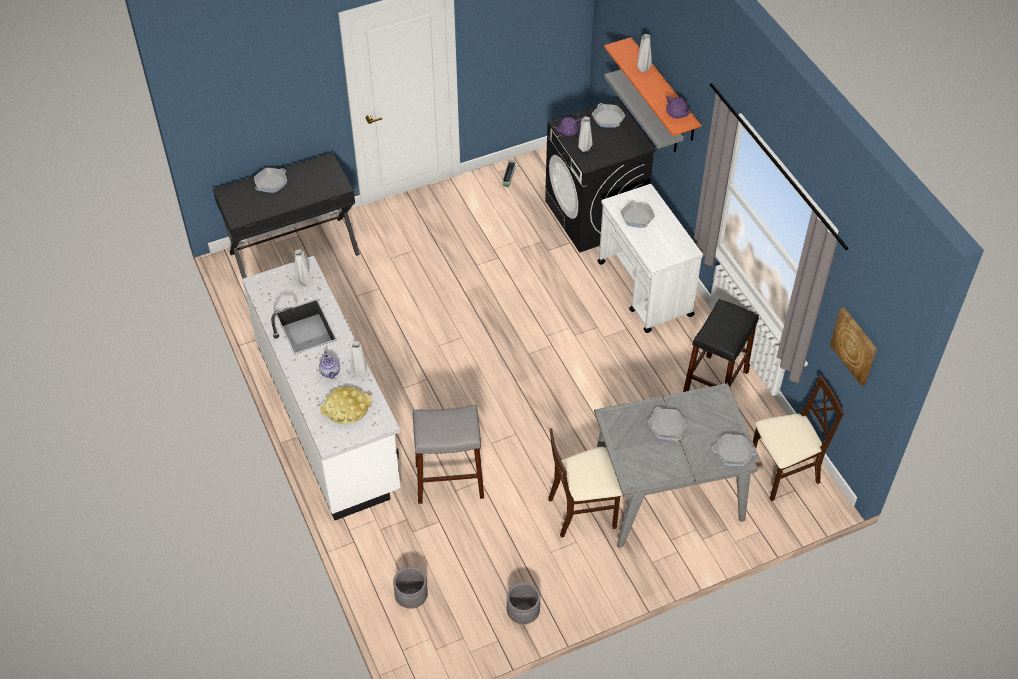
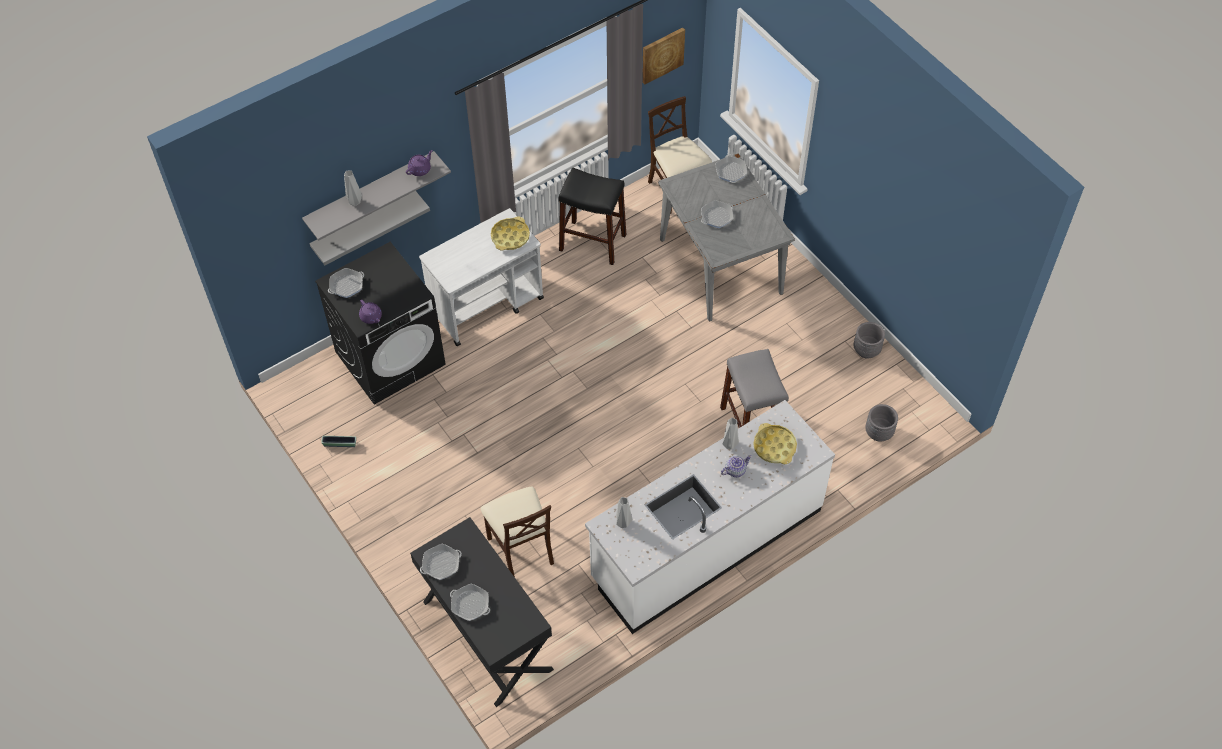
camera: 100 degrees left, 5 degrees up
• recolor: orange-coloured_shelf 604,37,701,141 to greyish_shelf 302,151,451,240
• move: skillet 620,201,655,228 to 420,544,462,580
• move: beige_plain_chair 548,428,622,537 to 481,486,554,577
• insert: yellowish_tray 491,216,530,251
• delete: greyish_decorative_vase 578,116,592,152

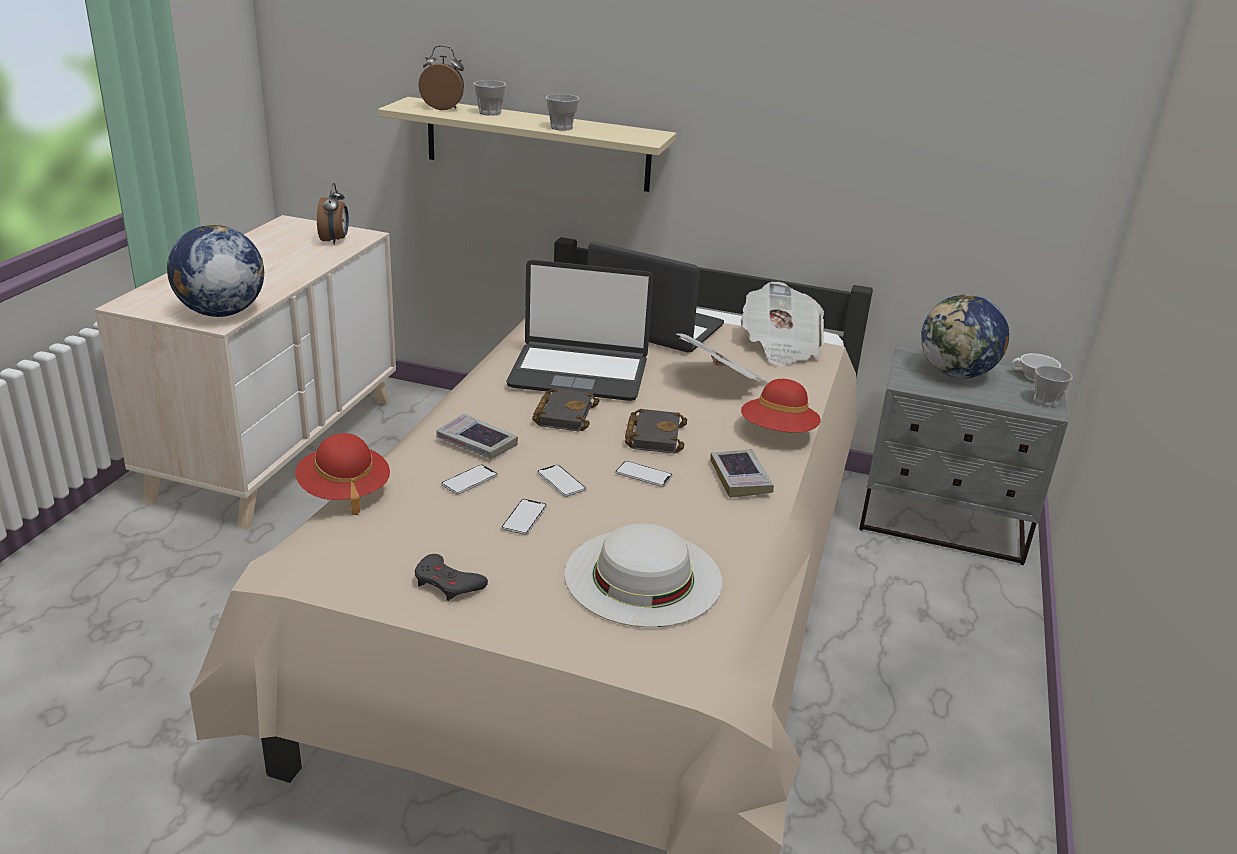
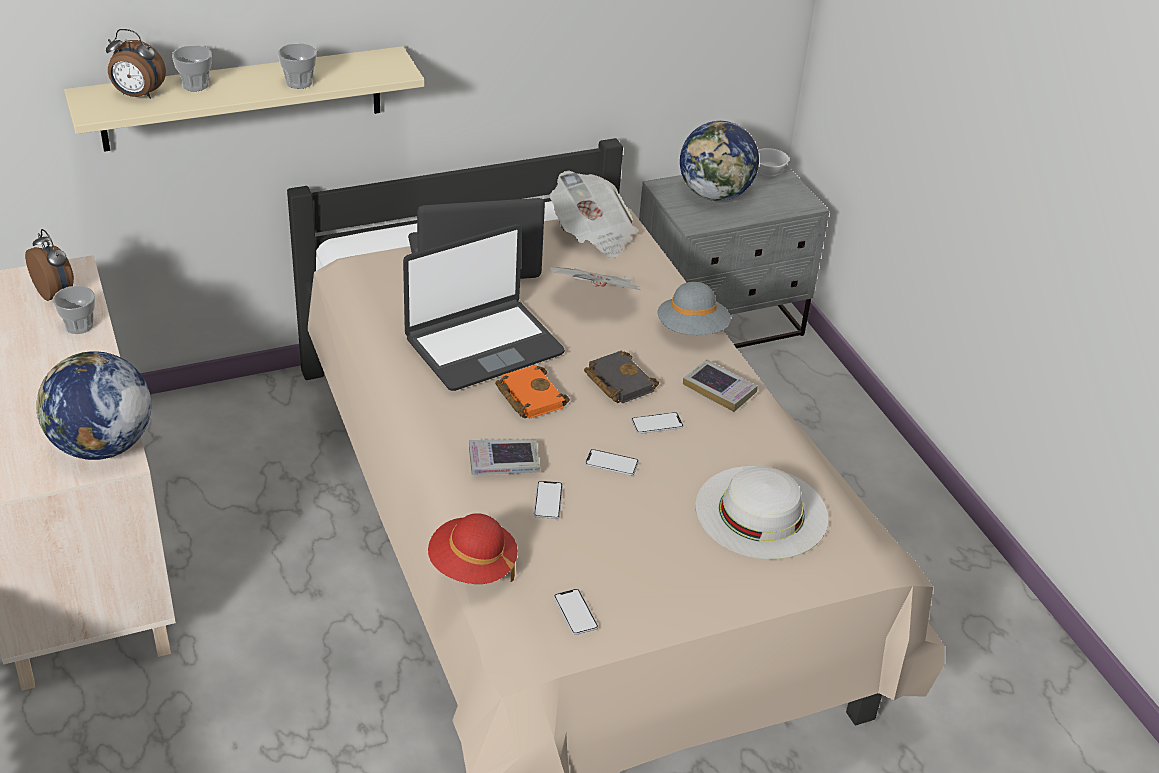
camera: 40 degrees left, 10 degrees up
• move: cup 1033,366,1073,407 to 53,286,95,334
• rotate: table_clock 418,45,464,110 = 106,29,166,99 135 degrees counterclockwise
• recolor: black_volume 532,388,600,432 to orange-coloured_volume 495,365,570,419
• move: phone 501,499,547,535 to 554,589,598,635
• recolor: reddish_clothing_hat 741,379,821,433 to greyish_clothing_hat 658,282,731,335
• delete: greyish_game_controller 415,554,488,601

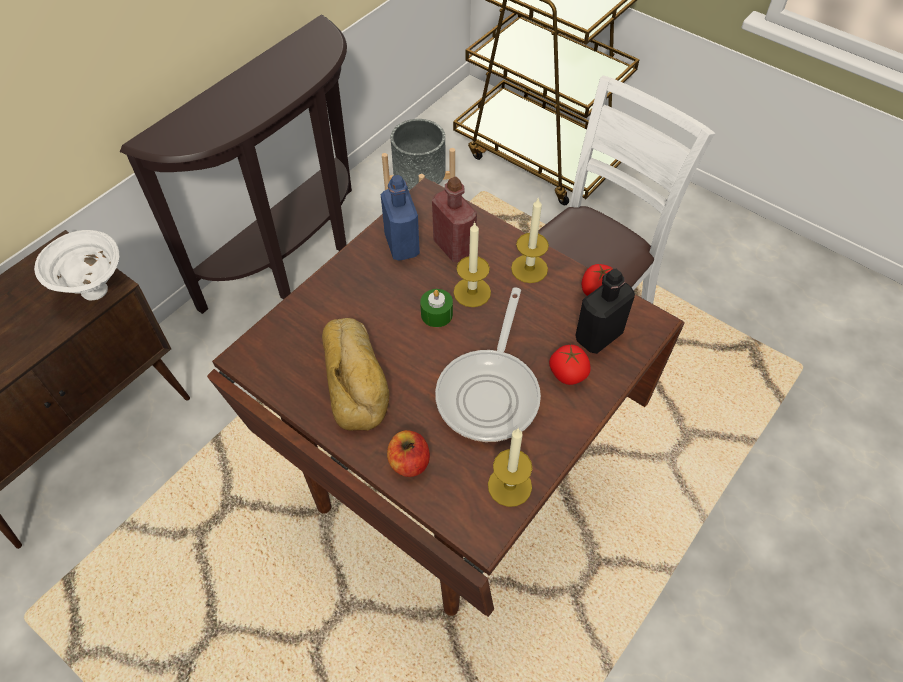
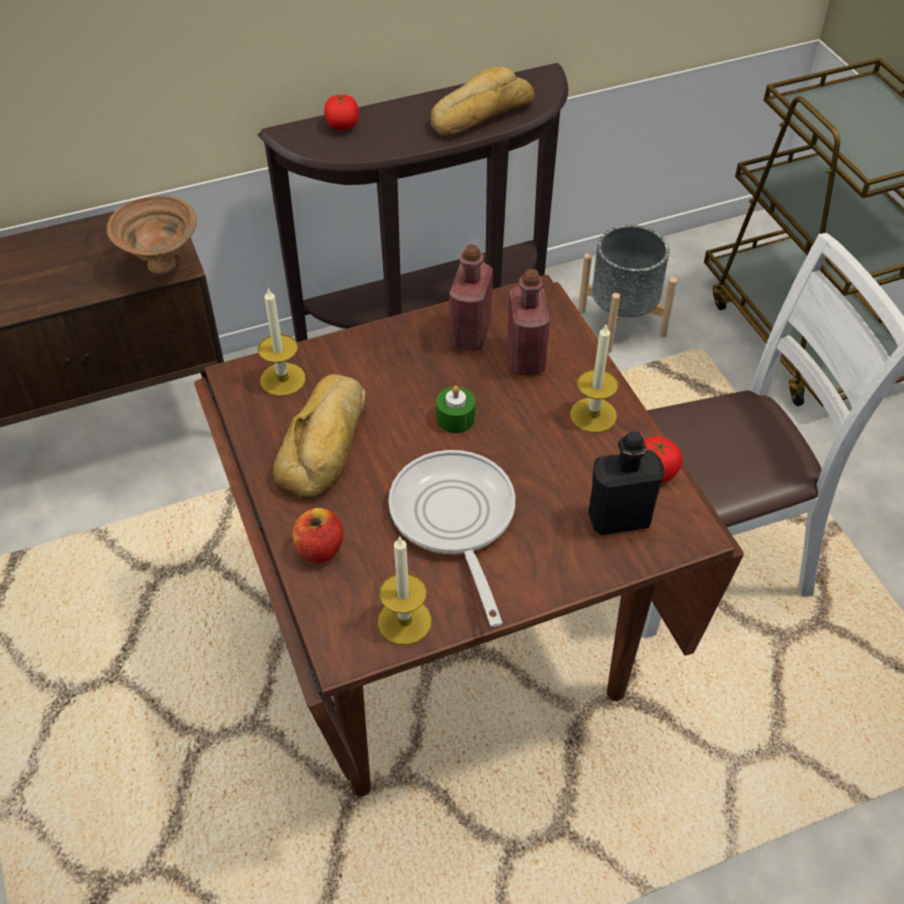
camera: 30 degrees right, 5 degrees down
• recolor: whitish_serving_bowl 34,230,119,301 to brown-coloured_serving_bowl 107,196,197,274
• move: wax_candle 453,222,491,307 to 258,287,305,396
• move: whole_tomato 549,345,591,385 to 324,94,359,130
• rotate: skillet 435,287,541,442 = 389,450,515,627 120 degrees clockwise
• insert: bread 431,67,535,137
• recolor: bluish_bottle 381,175,420,260 to reddish_bottle 449,244,493,351

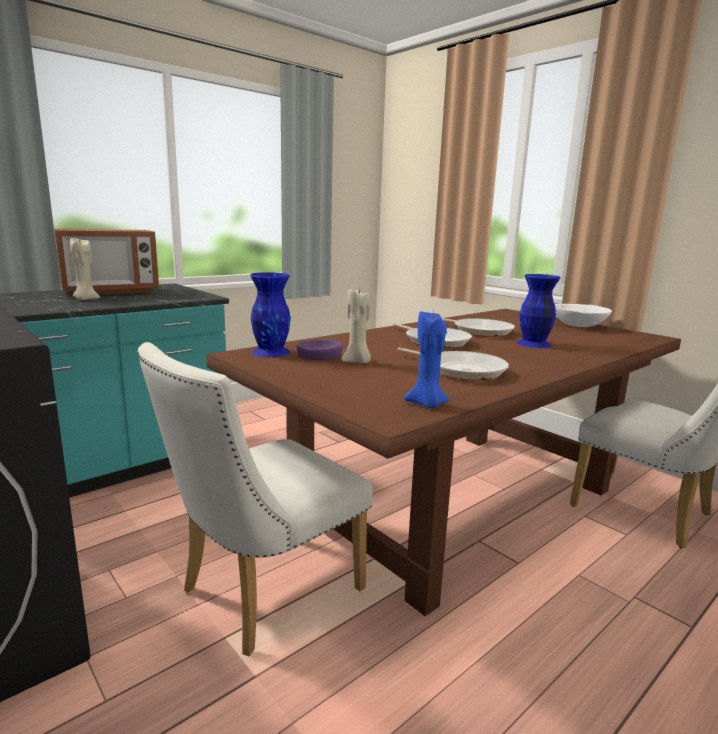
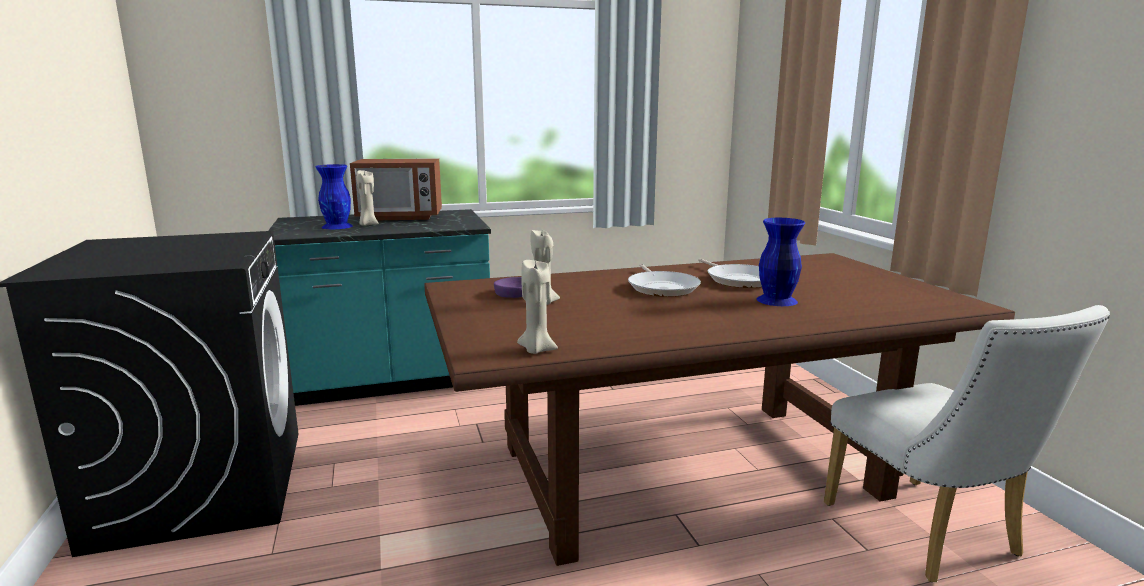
camera: 25 degrees right, 0 degrees up
• move: bluish_decorative_vase 250,272,291,357 to 316,164,353,229
• recolor: bluish_wax_candle 404,311,449,408 to beige_wax_candle 517,260,558,354
• delete: whitish_plain_chair 137,342,373,656
• delete: skillet 397,348,509,380
• delete: whitish_serving_bowl 555,304,612,327

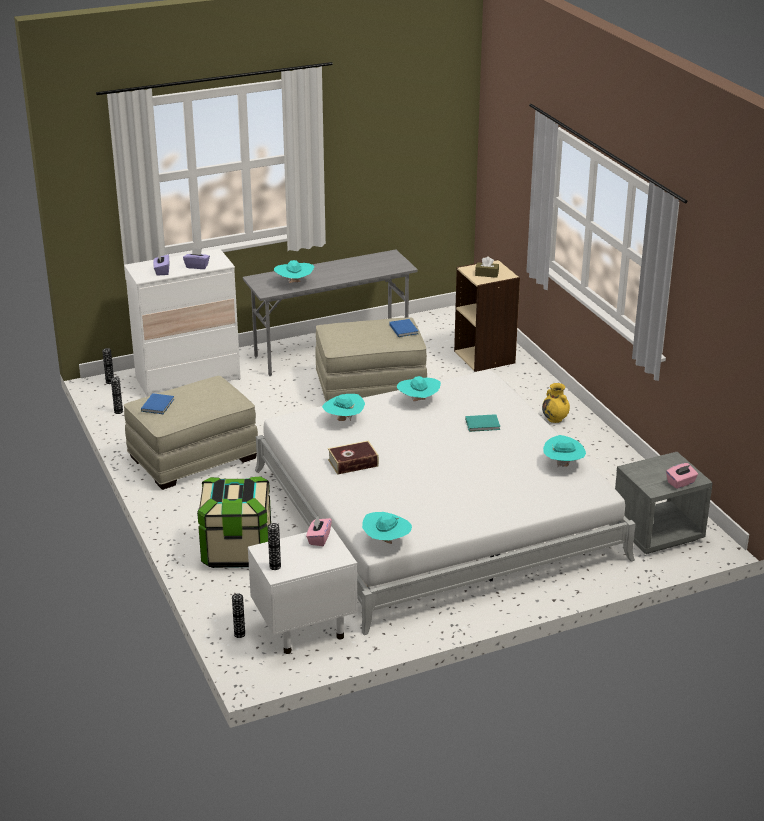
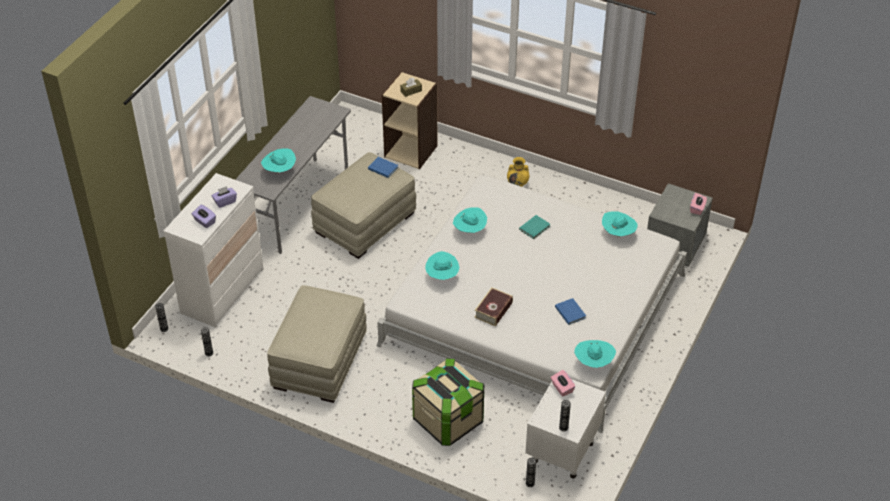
camera: 40 degrees left, 15 degrees up
• move: bluish_volume 141,393,174,414 to 555,298,586,325

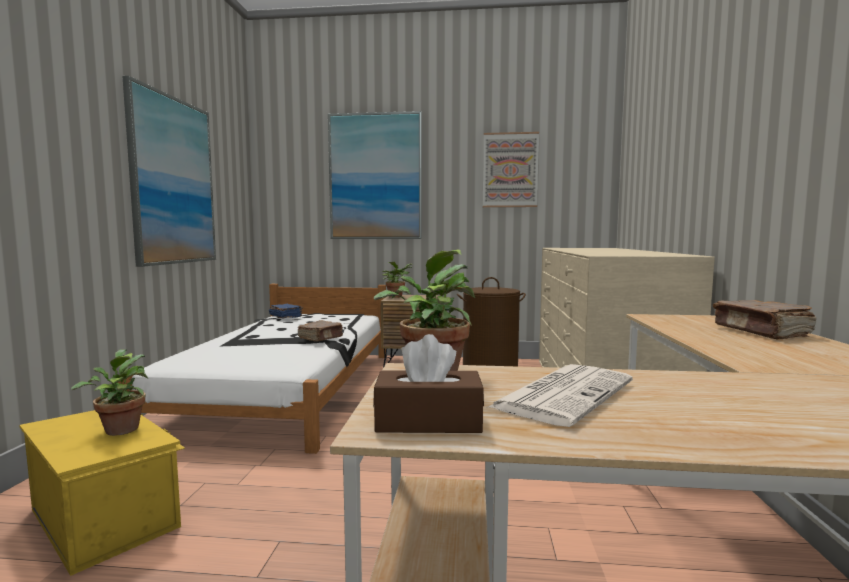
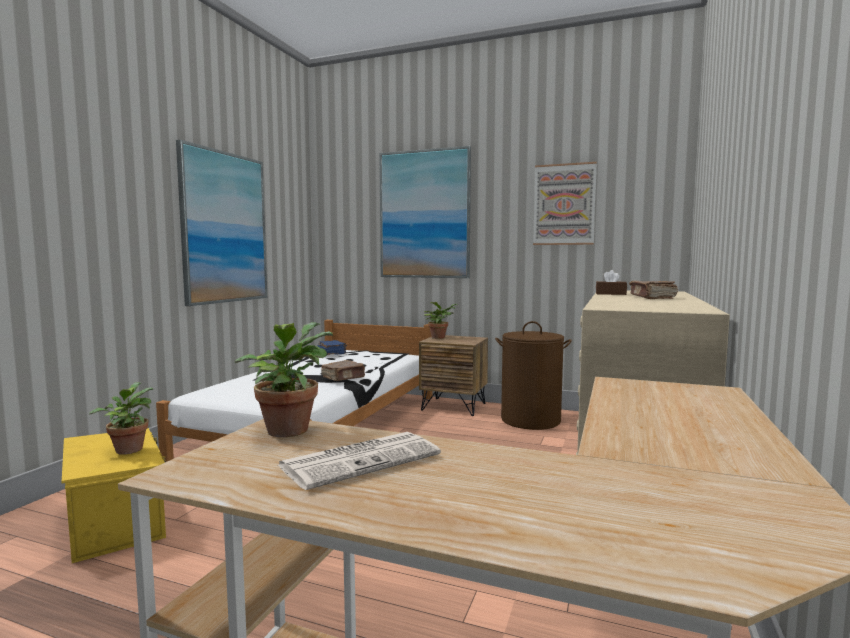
camera: 15 degrees right, 0 degrees up
• move: brown-coloured_tissue_box 373,334,484,433 to 596,270,627,295
• move: brown-coloured_volume 713,300,817,340 to 629,280,678,299

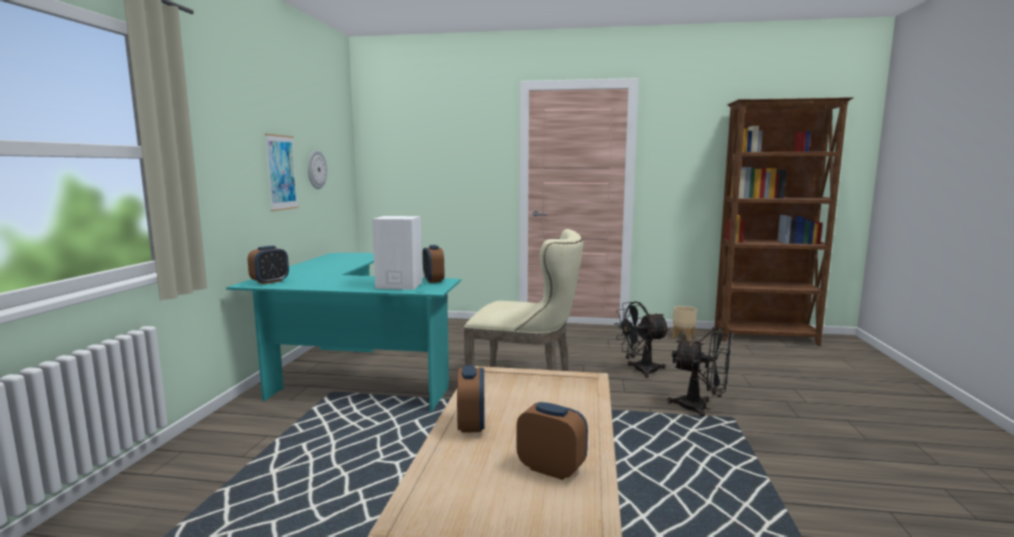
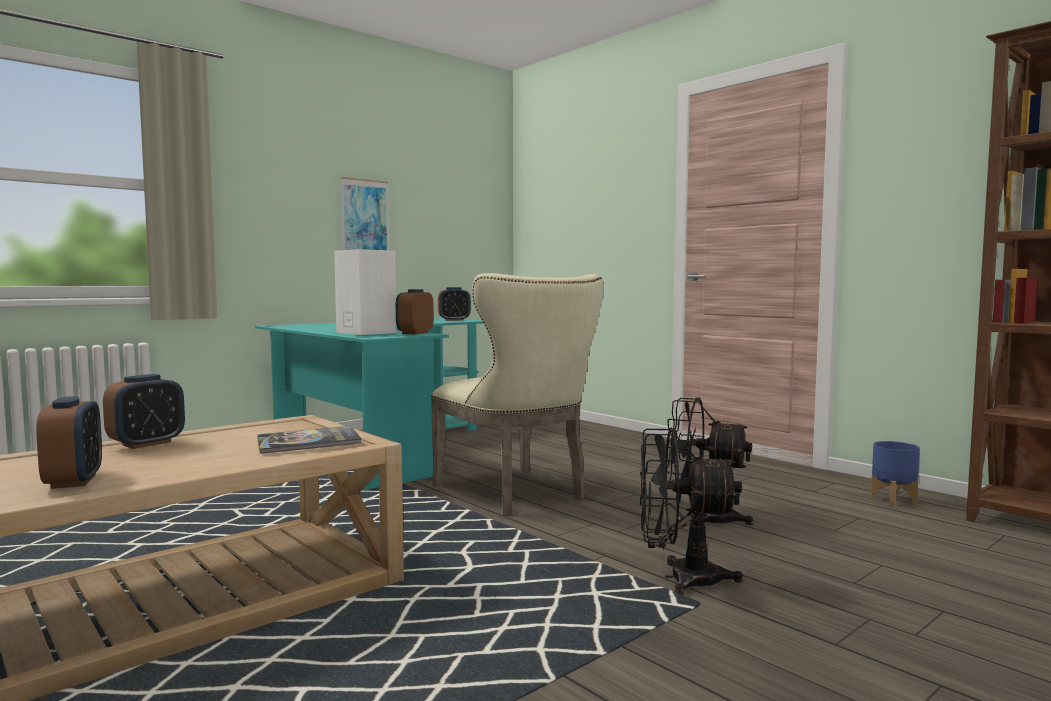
camera: 40 degrees right, 5 degrees down
• insert: volume 257,426,362,454
• move: table_clock 248,246,289,284 to 438,287,471,321
• rotate: black_fan 667,327,731,417 = 640,428,743,595 120 degrees clockwise
• recolor: beige_plant_pot 673,306,697,341 to bluish_plant_pot 871,441,920,507
• delete: wall_clock 308,150,327,189

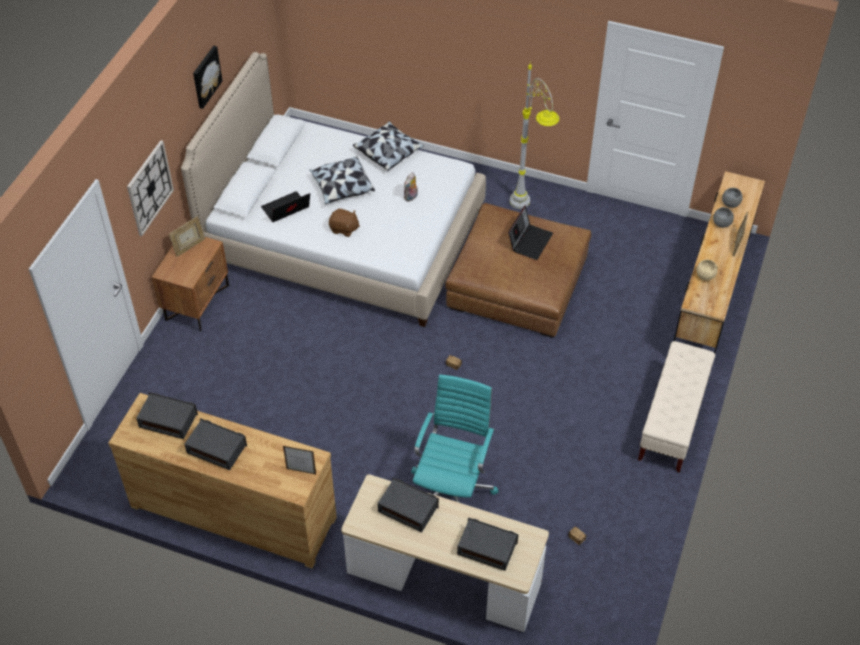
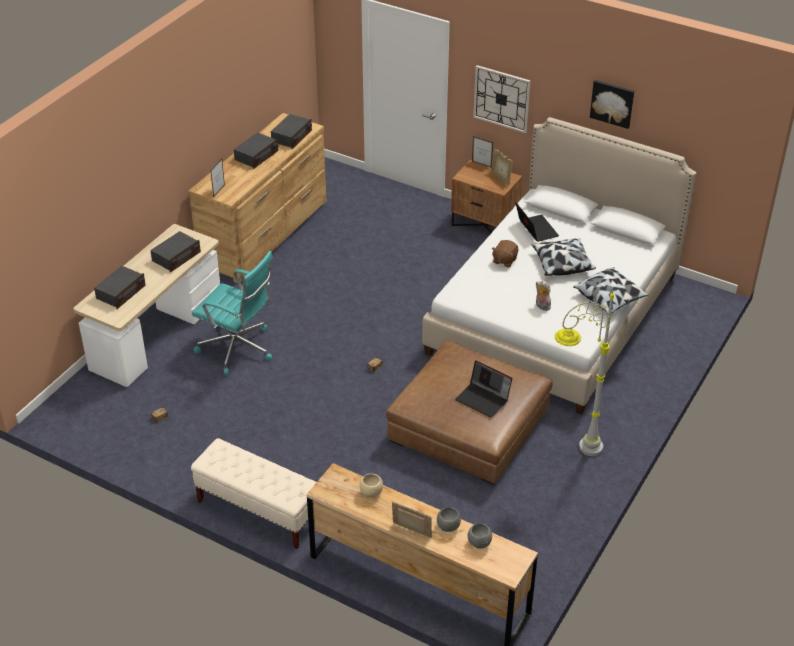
camera: 100 degrees right, 10 degrees down
• insert: picture_frame 472,136,493,167

